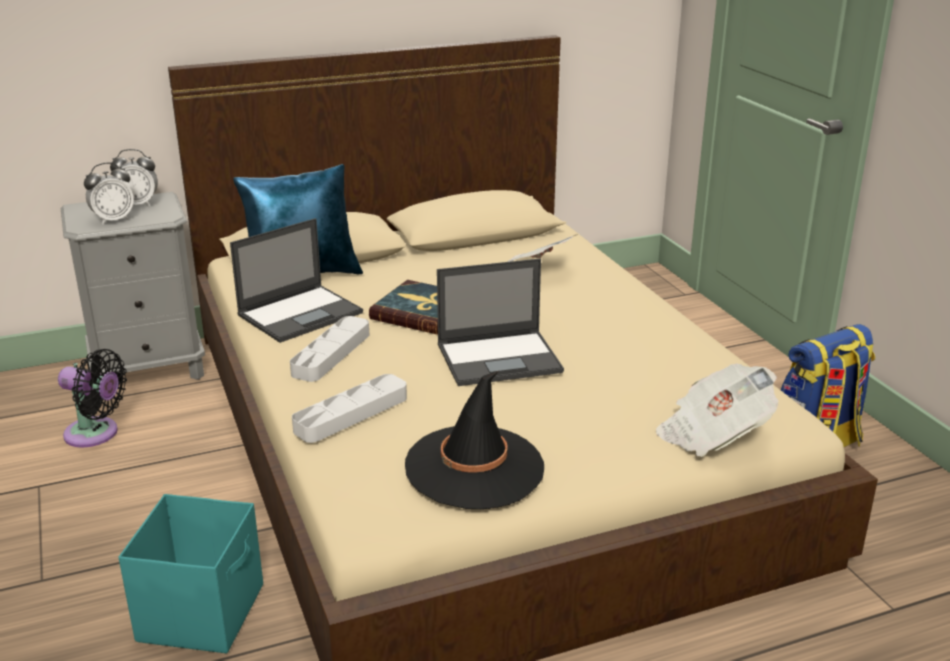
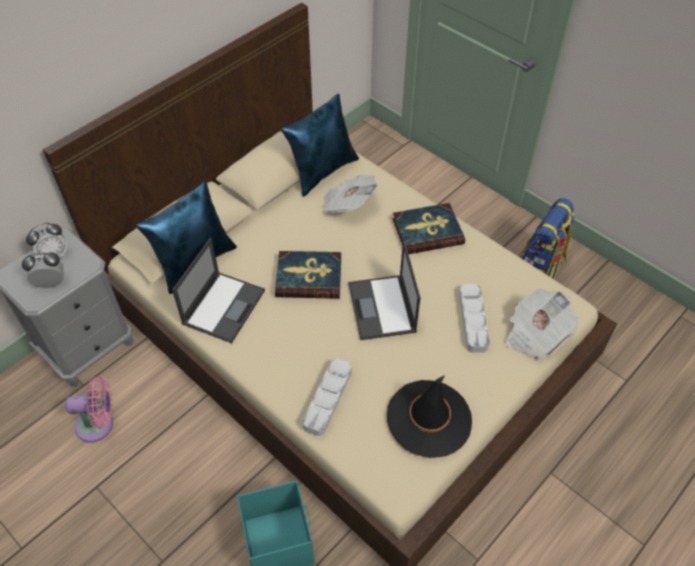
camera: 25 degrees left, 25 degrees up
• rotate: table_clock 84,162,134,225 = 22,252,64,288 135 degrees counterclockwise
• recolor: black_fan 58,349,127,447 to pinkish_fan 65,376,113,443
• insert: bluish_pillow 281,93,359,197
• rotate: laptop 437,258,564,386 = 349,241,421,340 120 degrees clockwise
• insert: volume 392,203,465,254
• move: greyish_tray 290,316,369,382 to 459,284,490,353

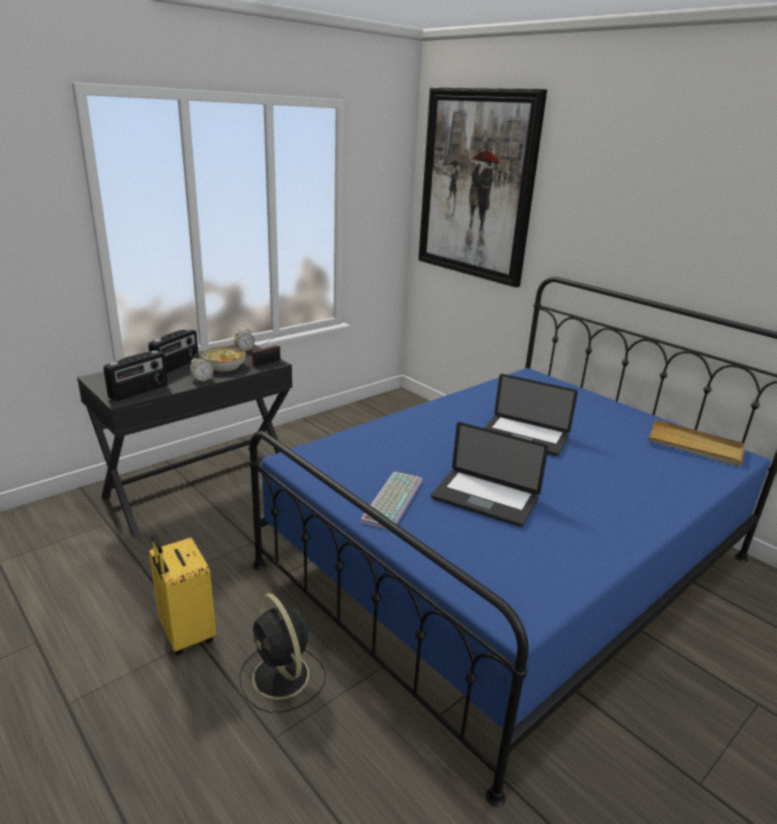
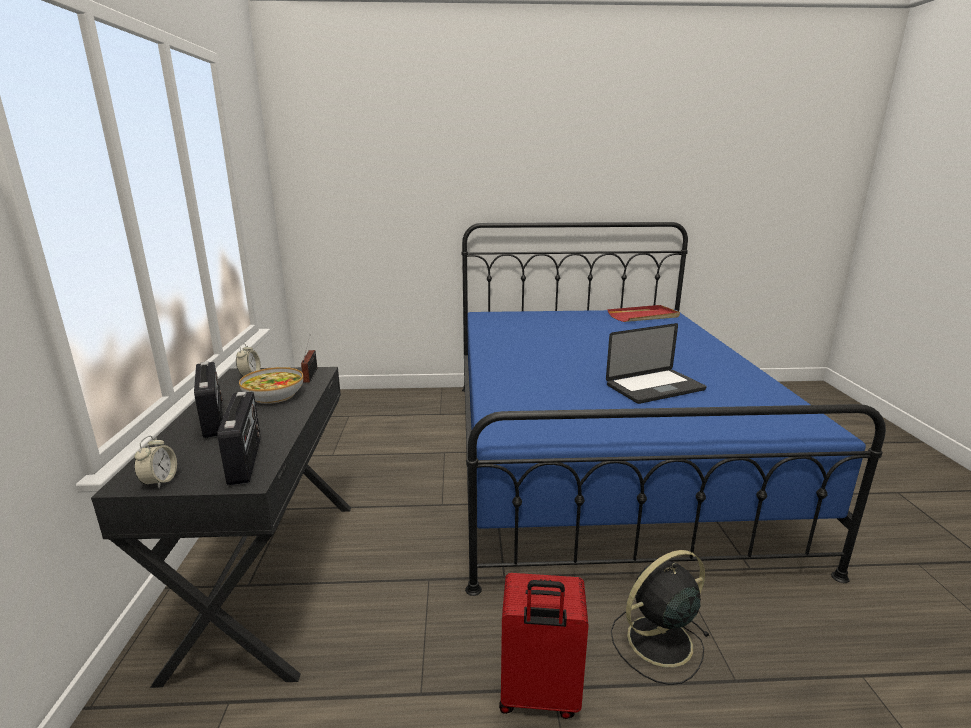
camera: 50 degrees left, 5 degrees down
• move: table_clock 190,353,213,382 to 134,435,177,489
• recolor: yellowish_piece_of_luggage 149,535,216,655 to reddish_piece_of_luggage 499,573,589,719
• recolor: beige_tray 648,420,744,466 to reddish_tray 607,305,680,322
• rotate: black_fan 239,593,326,713 = 611,550,710,685 150 degrees clockwise
• delete: PC_keyboard 360,472,423,530
• delete: wall_picture 418,88,547,288
• delete: laptop 484,374,578,456

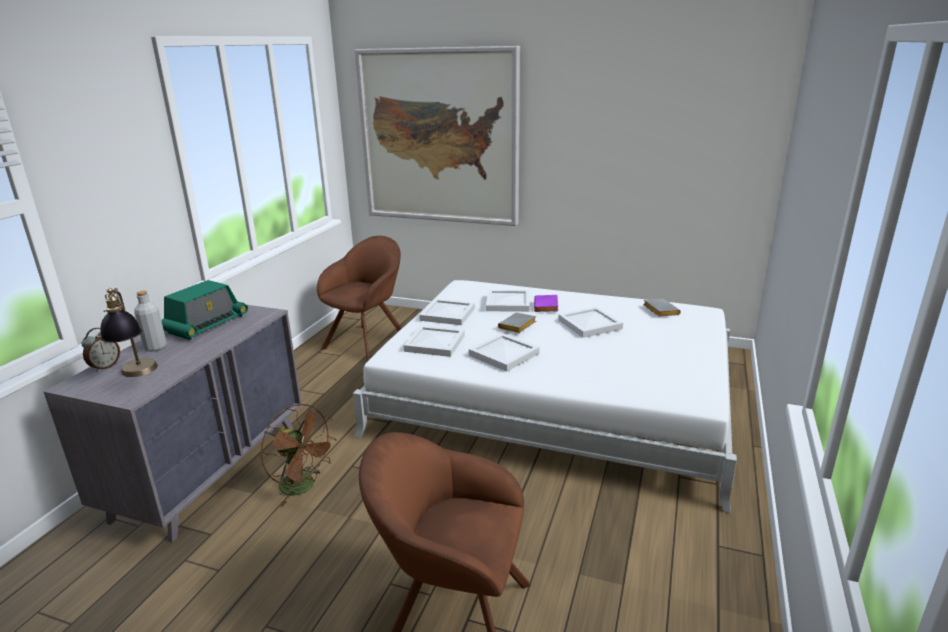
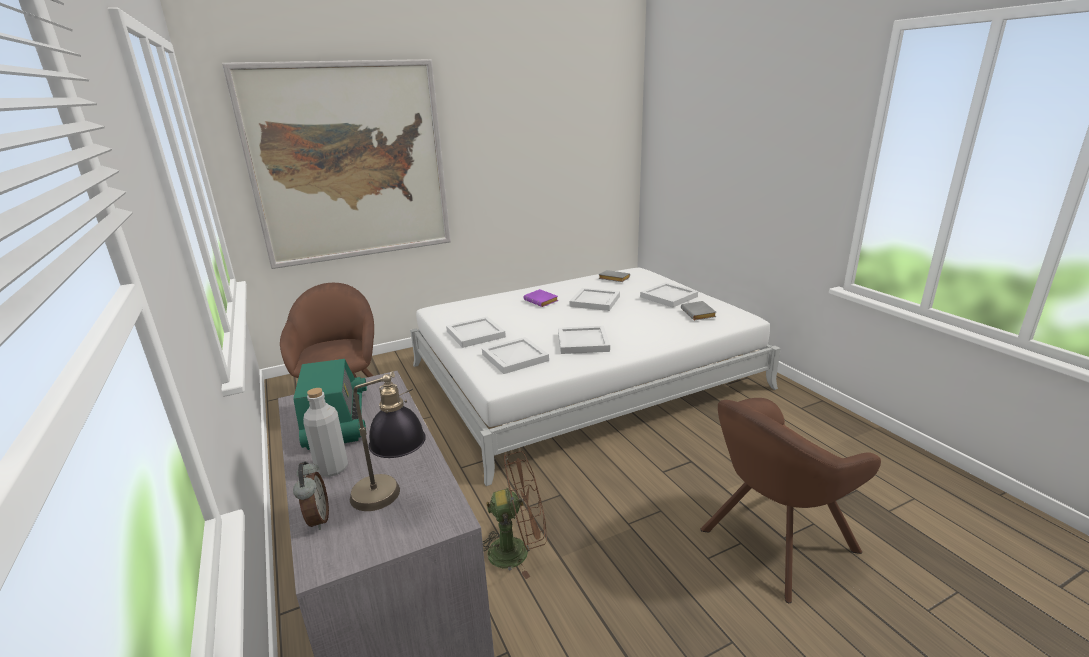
camera: 45 degrees left, 0 degrees up
• move: whitish_tray 486,290,529,312 to 640,282,698,308
• move: greyish_volume 498,312,536,333 to 681,301,716,320

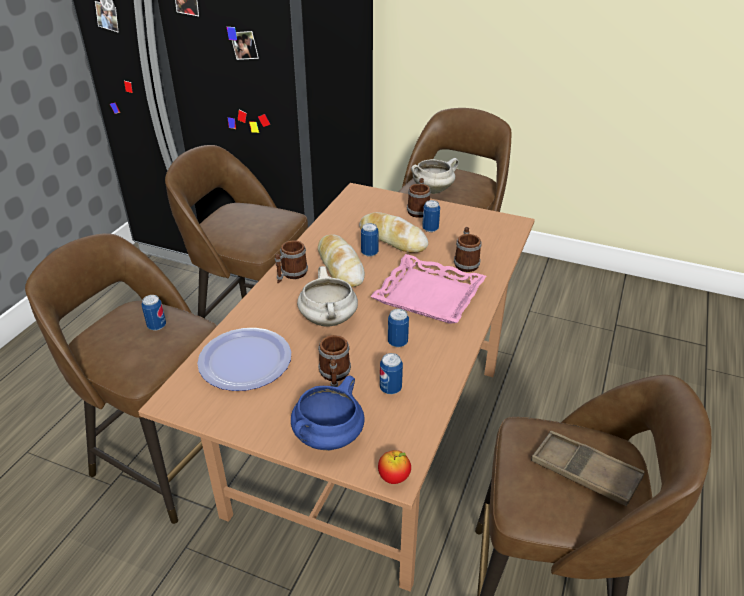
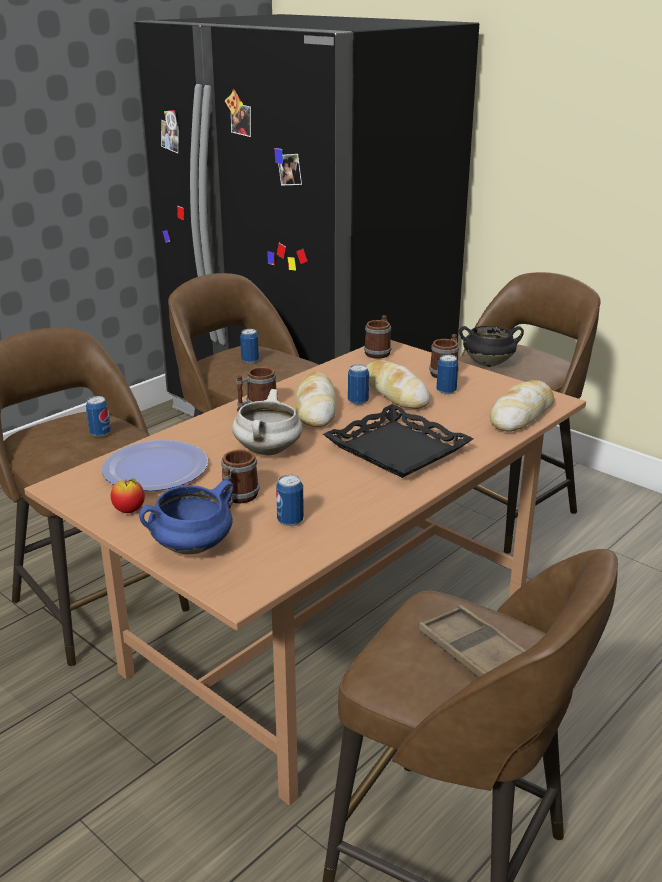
camera: 20 degrees right, 10 degrees down
• move: apple_fruit 378,450,411,484 to 111,479,145,513
• move: sealed_can 388,309,409,347 to 240,329,259,363
• recolor: pinkish_tray 370,254,486,324 to black_tray 323,404,473,478
• move: mug 454,227,482,272 to 364,315,391,359
• recolor: whitish_saucepot 411,158,459,194 to black_saucepot 459,326,524,367
• insert: bread 490,380,554,432

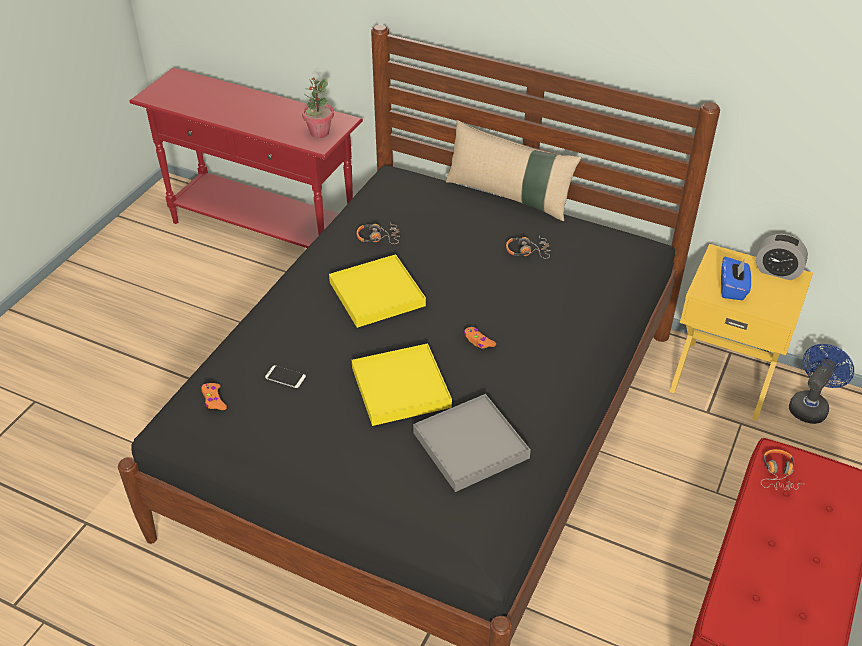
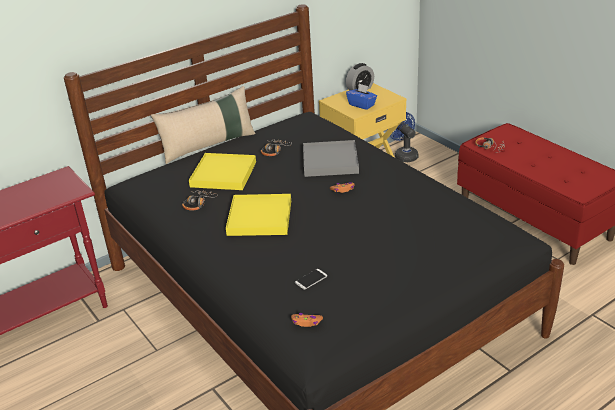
camera: 60 degrees left, 10 degrees down
• move: yellowish_tray 352,343,452,426 to 189,153,256,190
• move: greyish_tray 413,394,531,492 to 303,140,359,177
• delete: houseplant 302,77,334,138

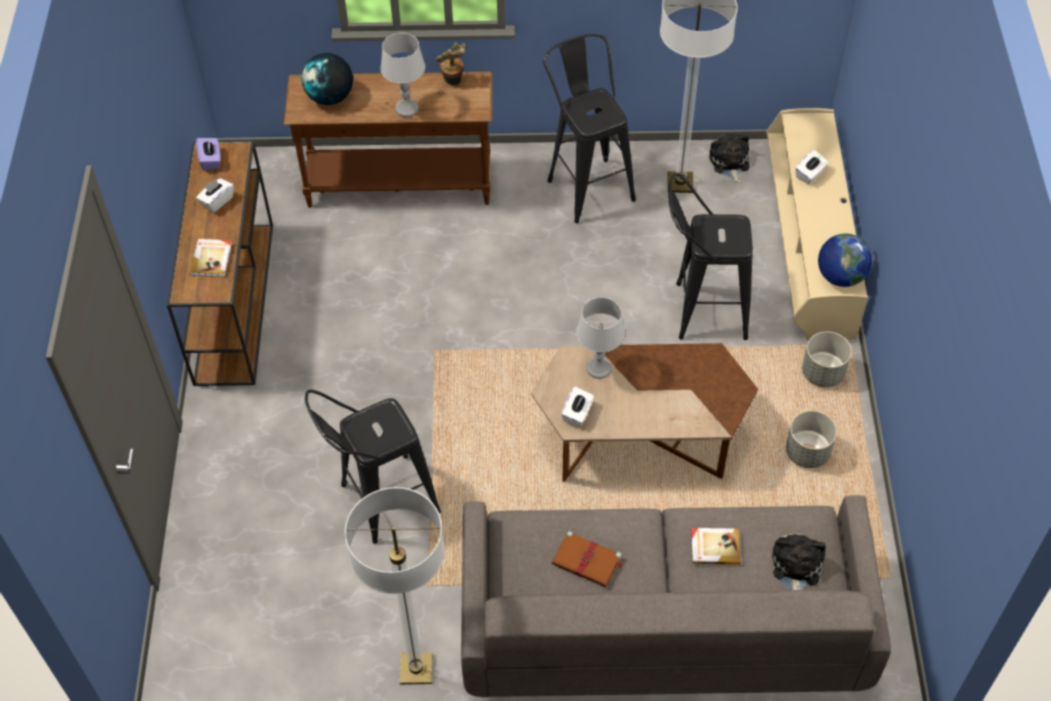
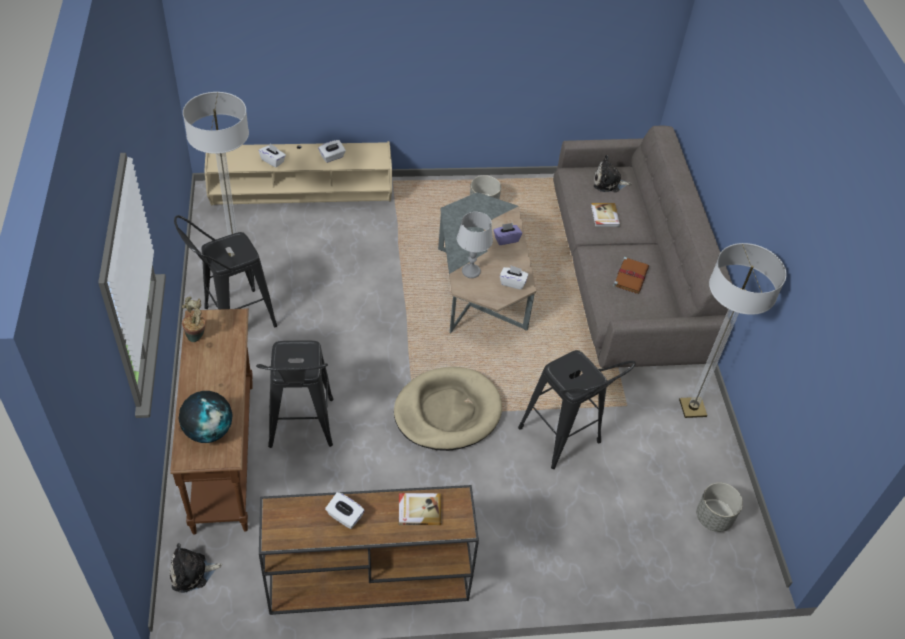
camera: 100 degrees left, 5 degrees down
• move: cuddly_toy 709,134,750,184 to 170,543,222,593
• move: black_stool 668,173,753,340 to 256,340,333,448
• insert: whitish_tissue_box 318,140,346,163
• insert: beige_pet_bed 394,367,502,451
• recolor: brown-coloured_lounge_table 531,343,758,482 to greyish_lounge_table 438,192,536,333
• move: purple_tissue_box 196,138,221,171 to 493,223,522,245
• move: greyish_plant_pot 802,332,852,387 to 696,483,743,532
• delete: greyish_table_lamp 380,33,425,117
• delete: world_globe 818,233,873,287

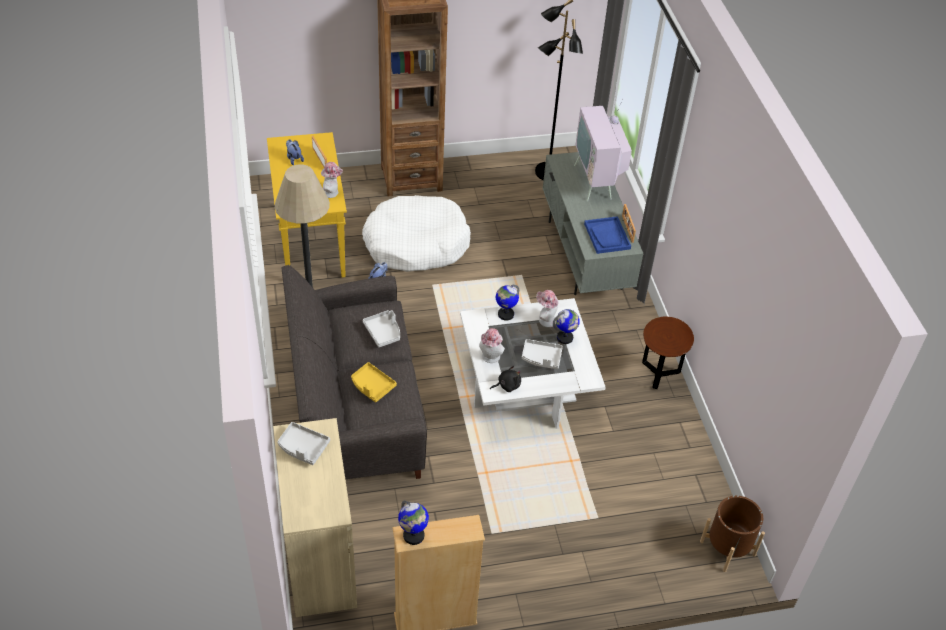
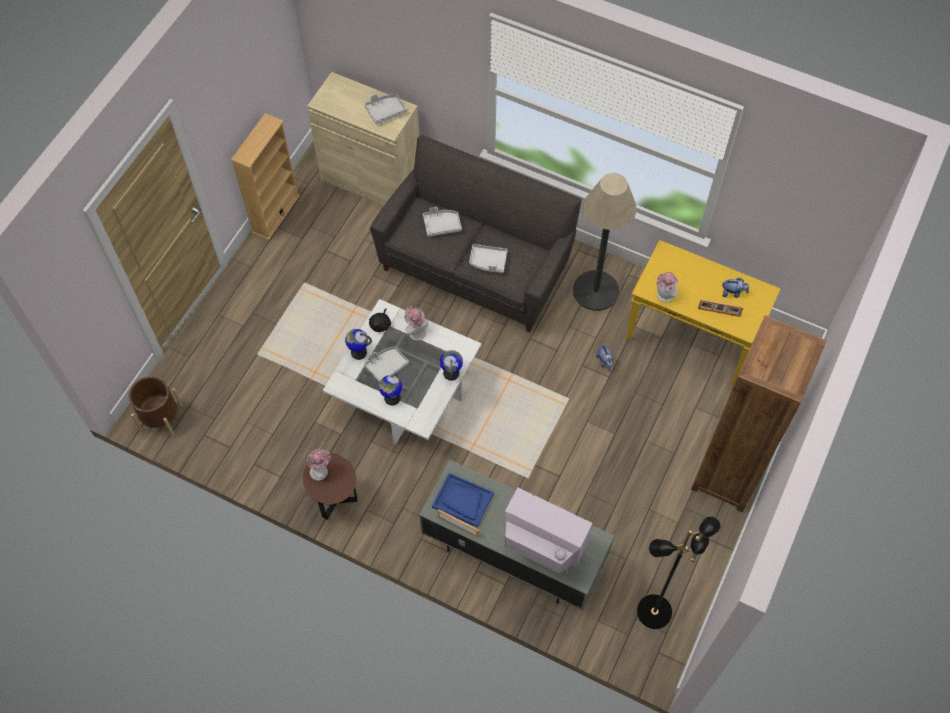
camera: 130 degrees right, 15 degrees up
• move: clothing_hat 536,290,559,327 to 307,449,331,481
• move: world_globe 398,500,429,545 to 345,329,372,360
• recolor: yellowish_tray 351,362,397,402 to greyish_tray 423,207,462,237
• delete: whitish_pet_bed 362,195,471,272

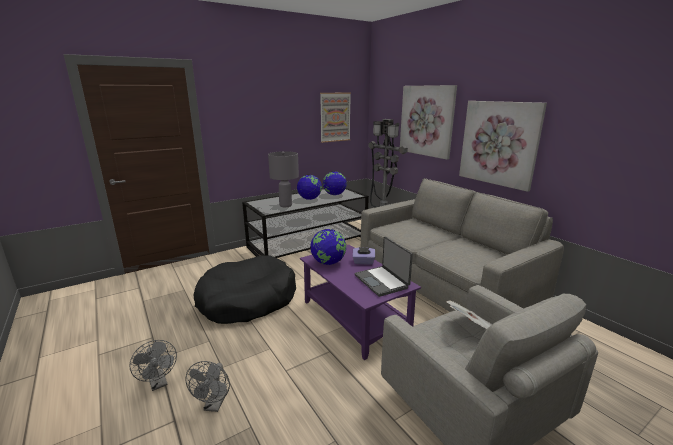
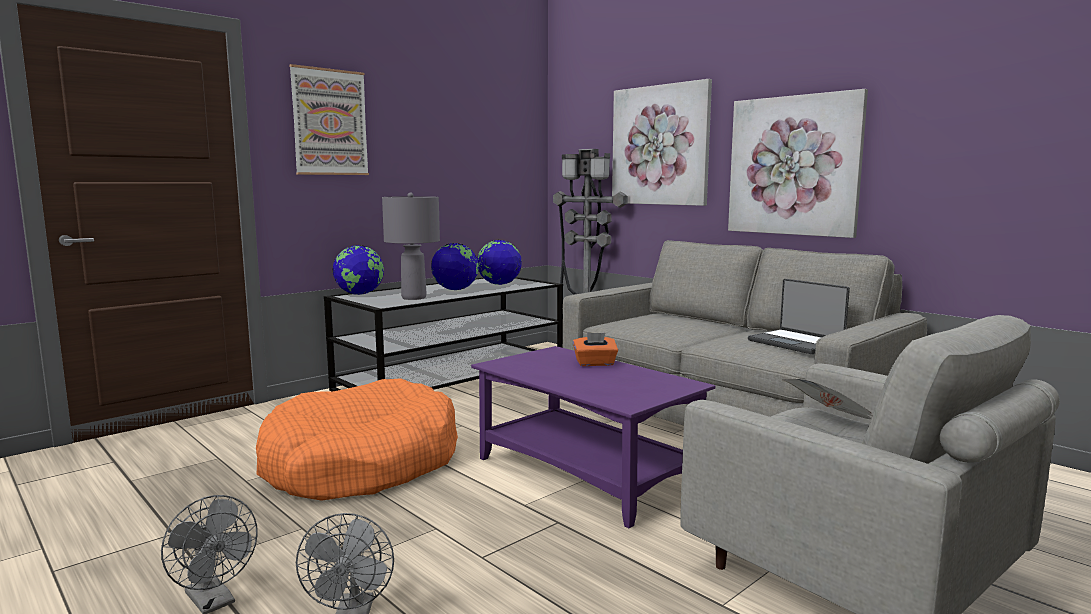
camera: 10 degrees left, 10 degrees down
• recolor: black_pet_bed 194,255,296,324 to orange-coloured_pet_bed 256,378,458,501
• move: wall_picture 320,93,351,143 to 289,64,369,175
• move: world_globe 310,229,346,265 to 333,245,384,295
• recolor: purple_tissue_box 353,247,375,265 to orange-coloured_tissue_box 573,333,618,366
• move: laptop 354,236,413,297 to 748,279,850,354

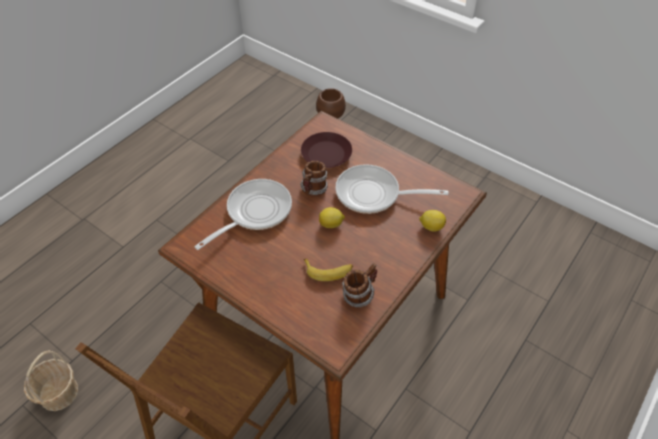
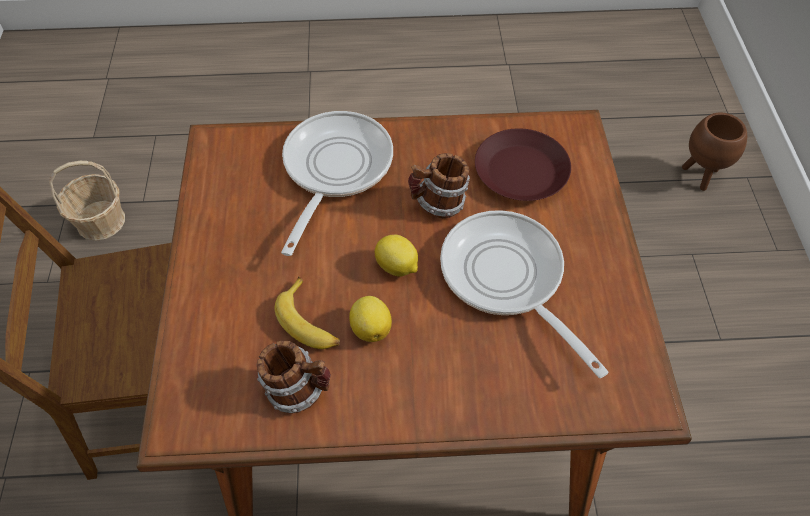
camera: 50 degrees right, 5 degrees up
• rotate: skillet 194,179,292,250 = 281,111,393,256 75 degrees counterclockwise
• move: whole_lemon 419,210,446,232 to 349,296,392,342

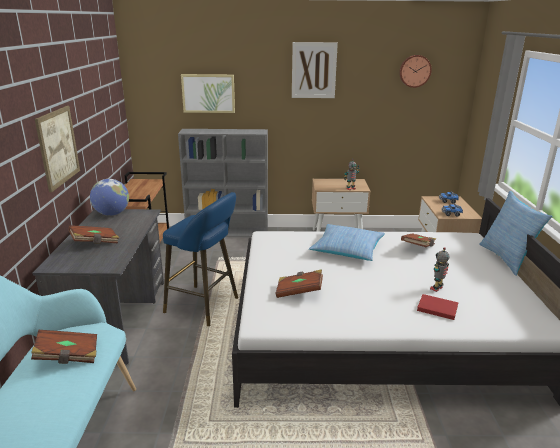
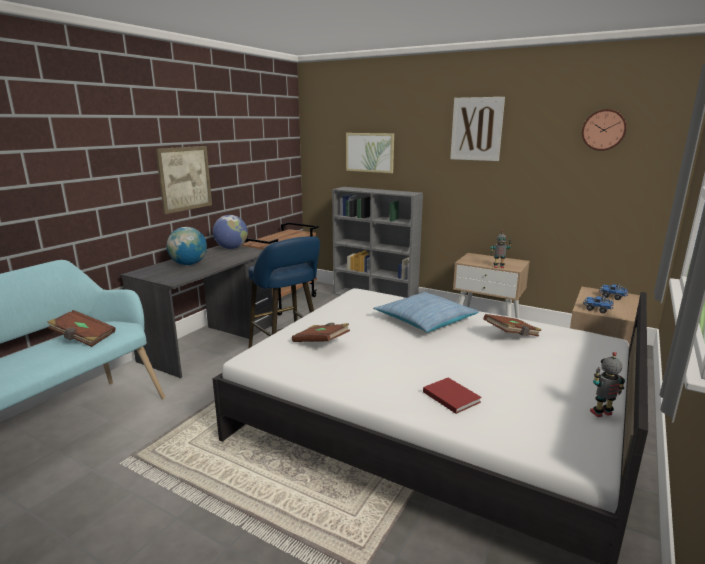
camera: 30 degrees right, 5 degrees down
• replace: brown-coloured_volume 68,225,119,244 to world_globe 166,227,207,265
• move: robot_figure 430,247,449,292 to 590,352,625,417
• delete: pillow 479,191,553,276

